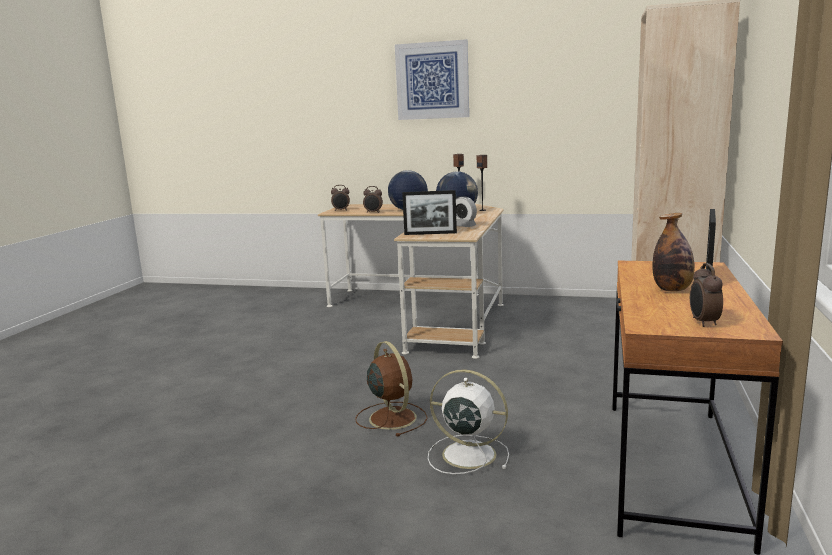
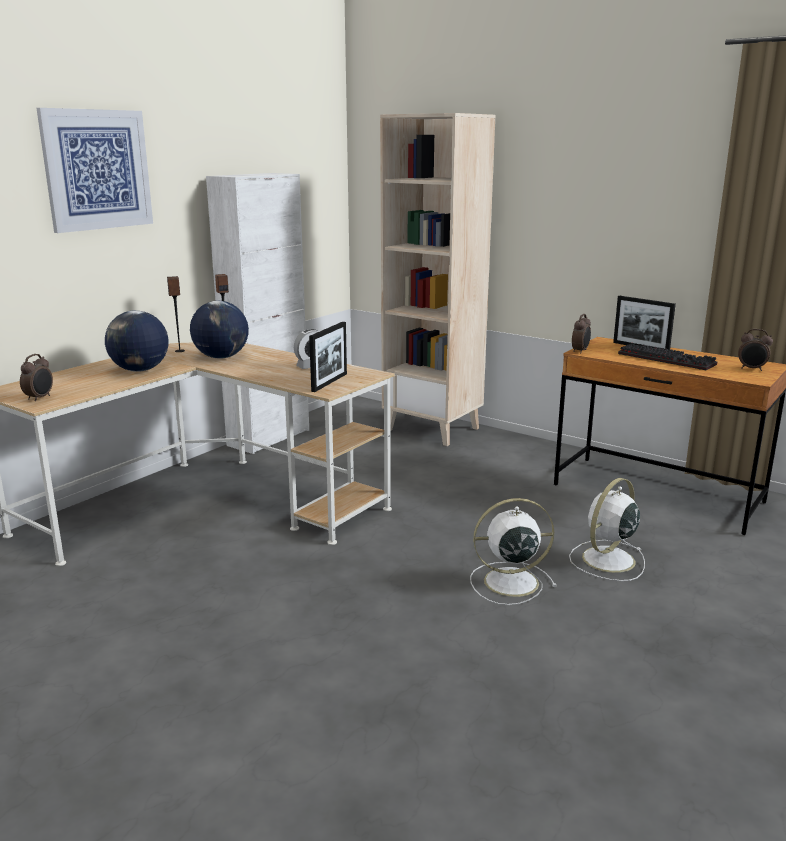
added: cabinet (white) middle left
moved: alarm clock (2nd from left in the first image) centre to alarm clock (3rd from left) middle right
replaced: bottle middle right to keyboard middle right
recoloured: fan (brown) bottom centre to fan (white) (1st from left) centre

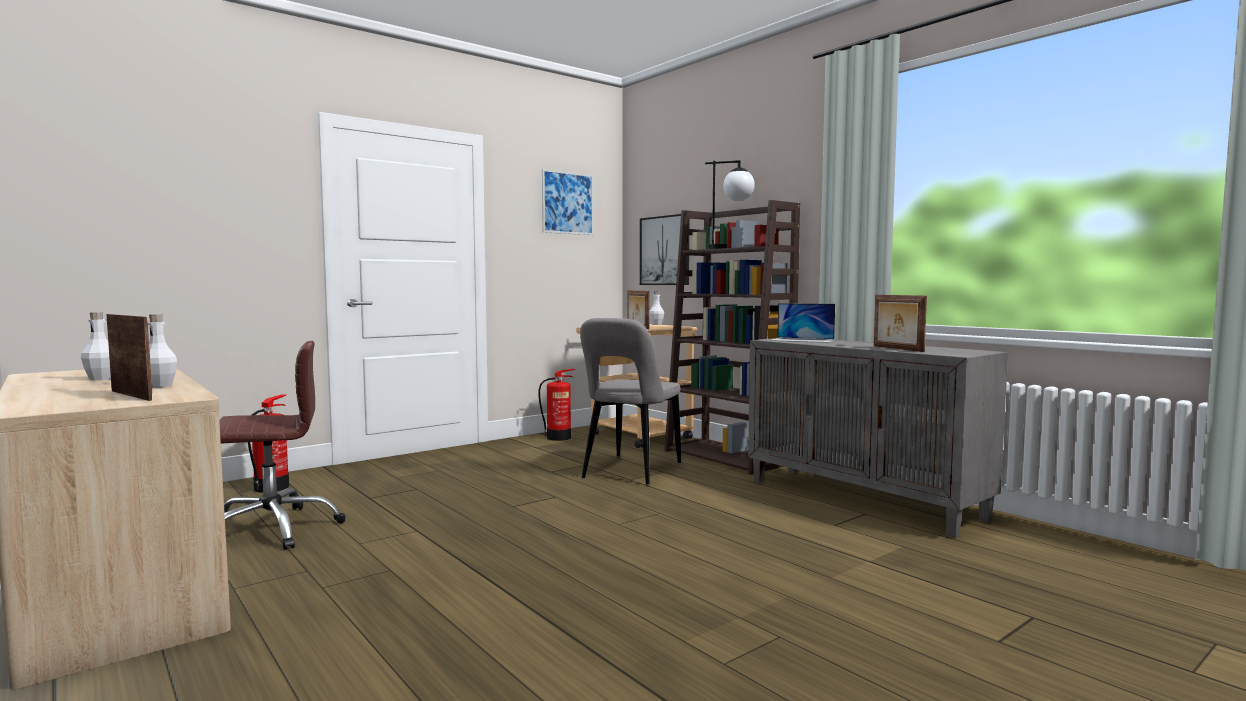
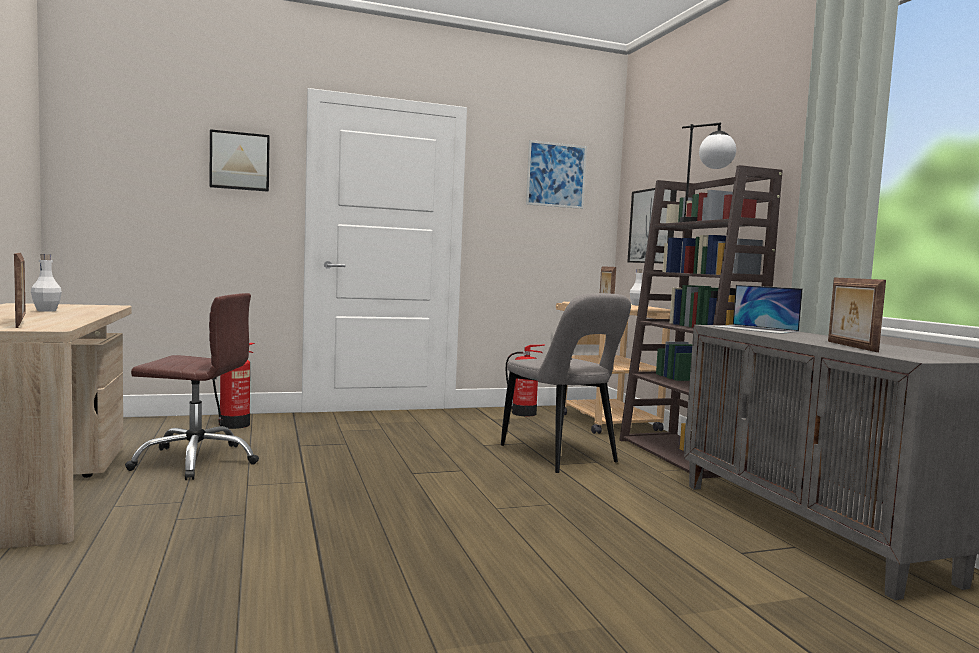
removed: bottle (white) (2nd from left) middle left
added: picture (1st from left) top left
turned: chair (grey) centre = centre 75 degrees counterclockwise

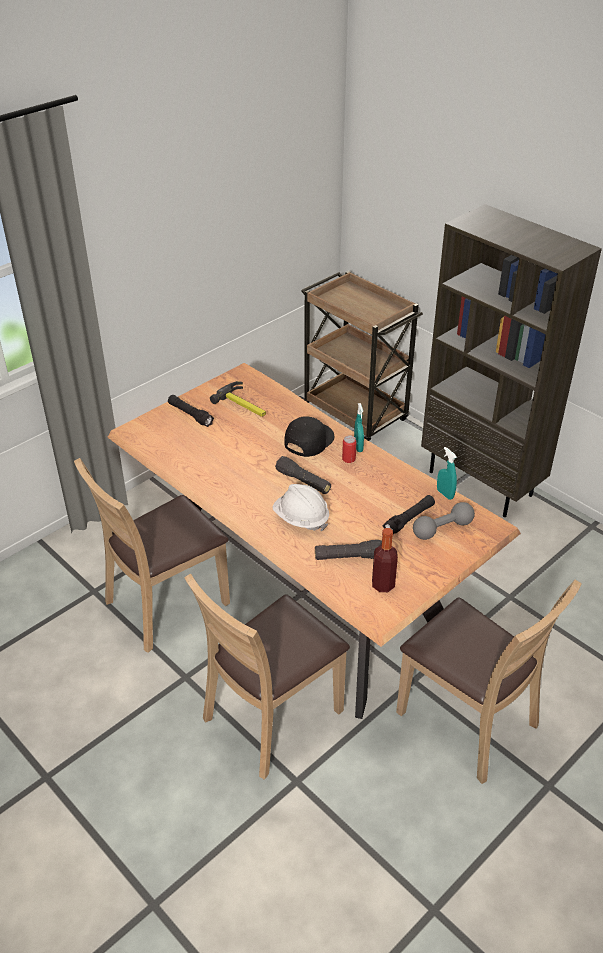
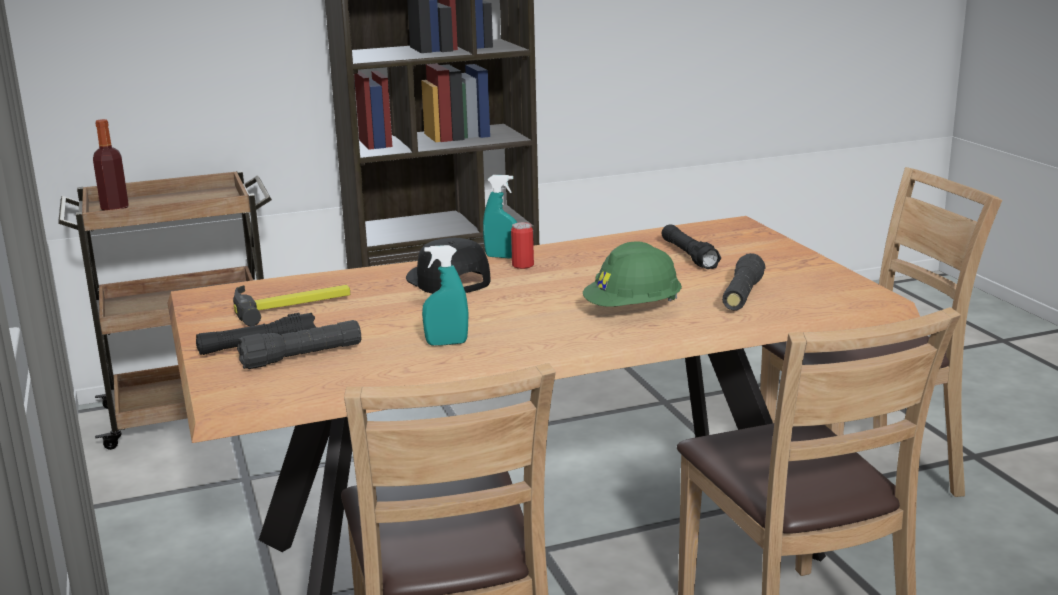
removed: dumbbell (grey) middle right
moved: flashlight (black) (2nd from left) centre to middle left; bottle centre to top left; spray bottle (turquoise) (2nd from left in the first image) middle right to spray bottle (turquoise) (1st from left) centre
recoloured: hard hat (white) centre to hard hat (green) centre

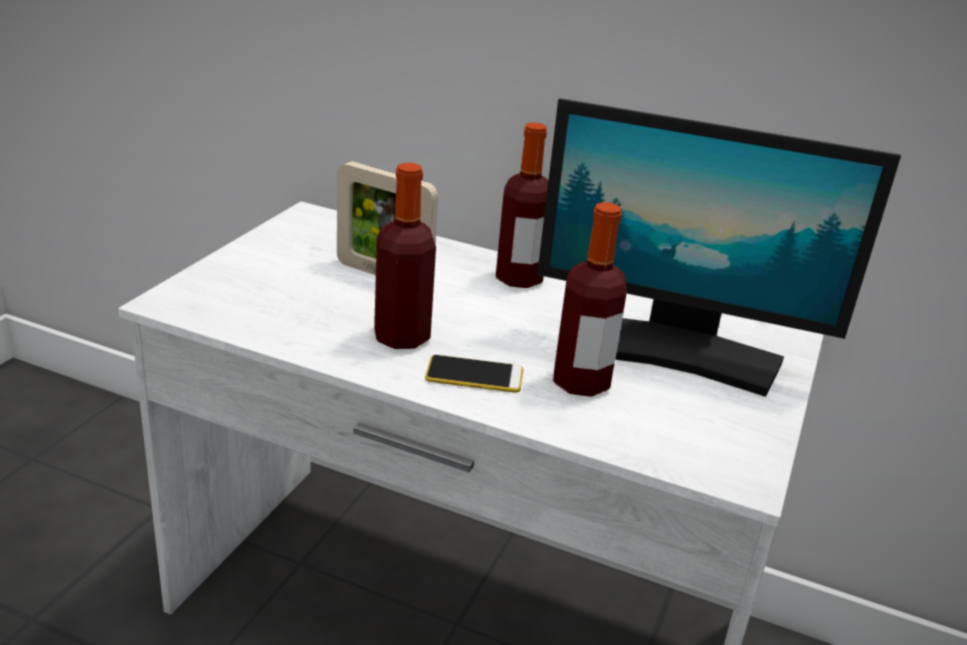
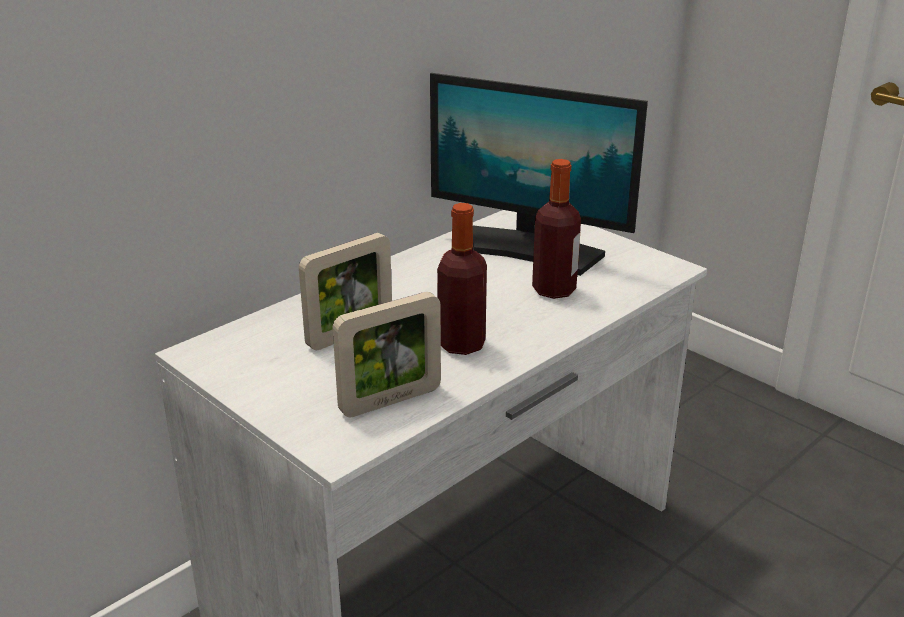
removed: phone centre; bottle (2nd from left) top centre
added: picture frame (2nd from left) centre
turned: monitor middle right = top centre 75 degrees clockwise

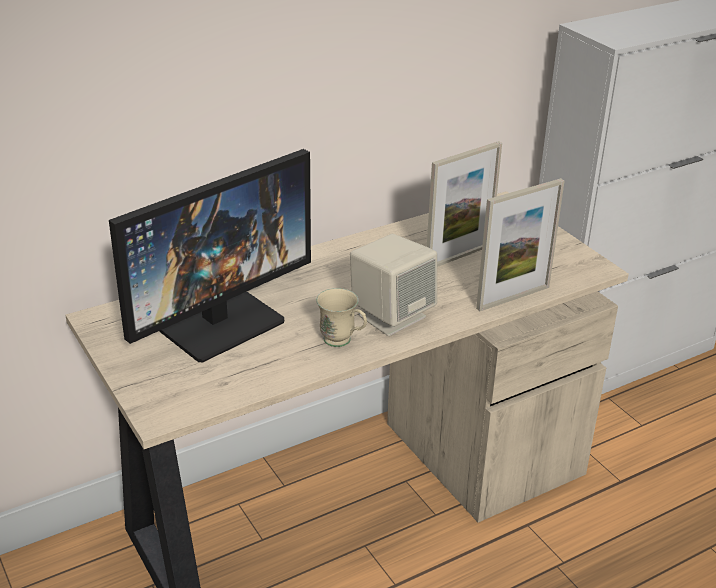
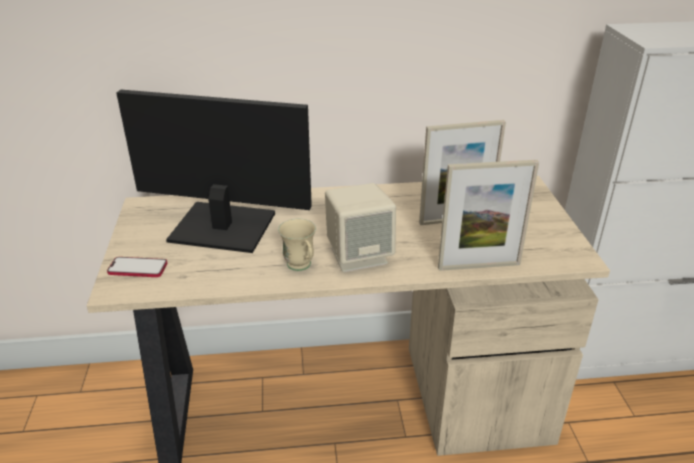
added: phone middle left
turned: monitor middle left = middle left 150 degrees counterclockwise

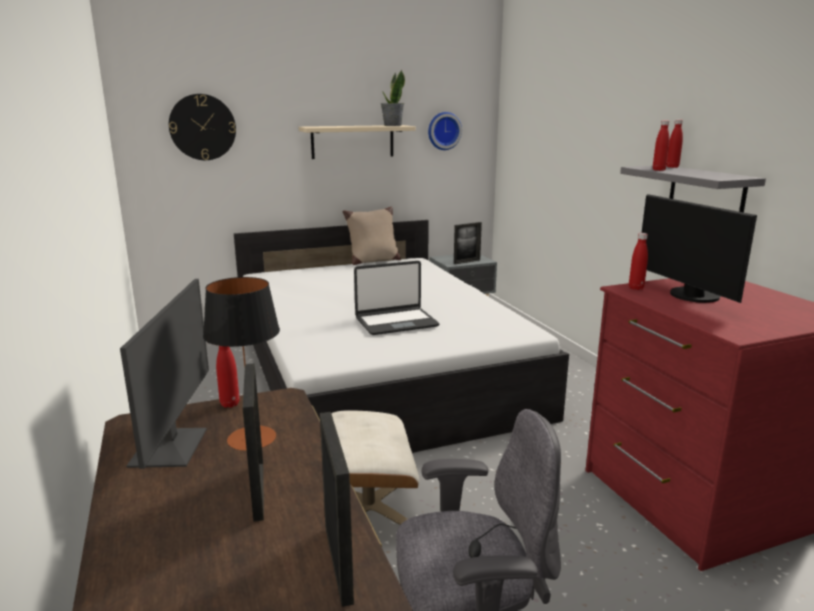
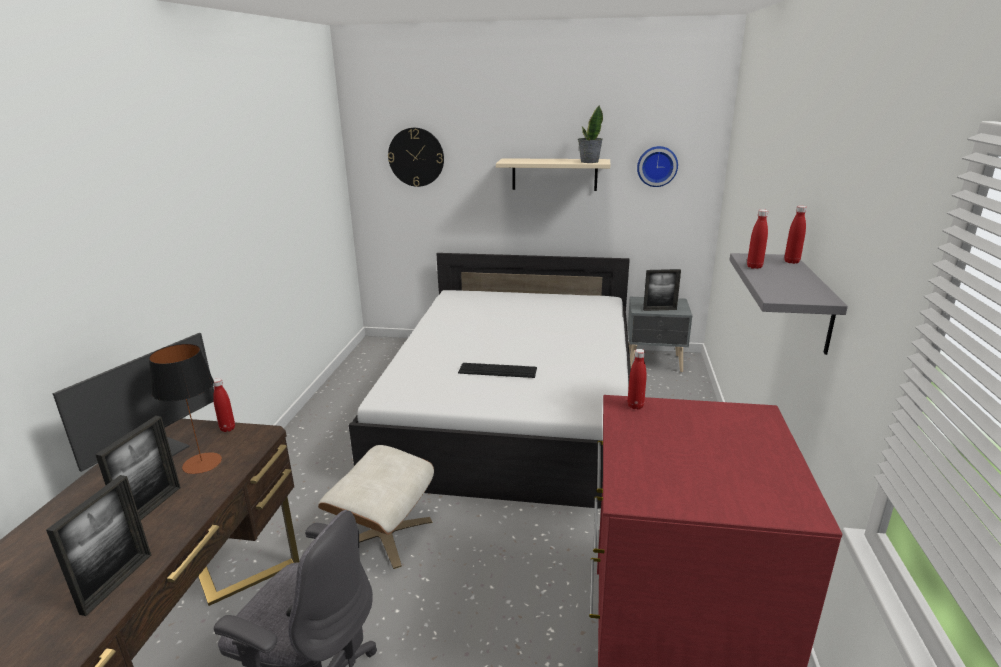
removed: pillow (beige) centre; monitor (2nd from left) middle right
replaced: laptop centre to keyboard centre

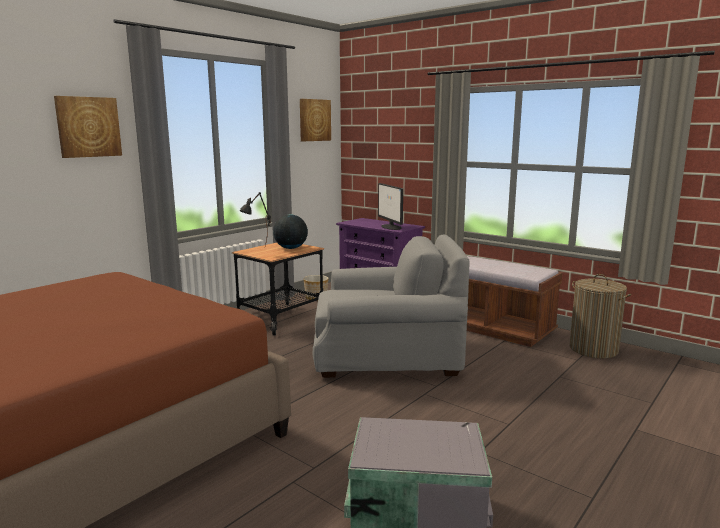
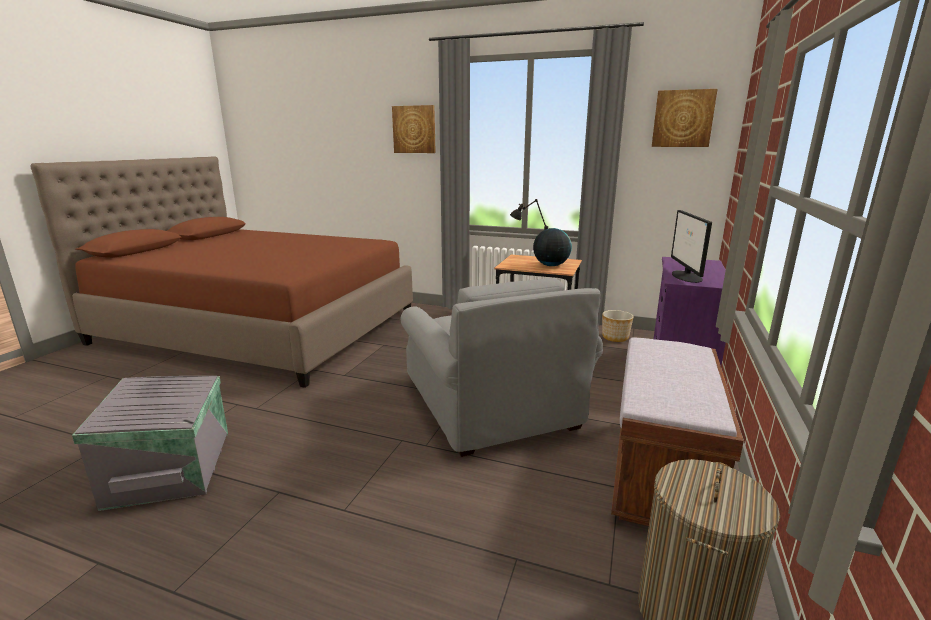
turned: monitor centre = middle right 45 degrees counterclockwise

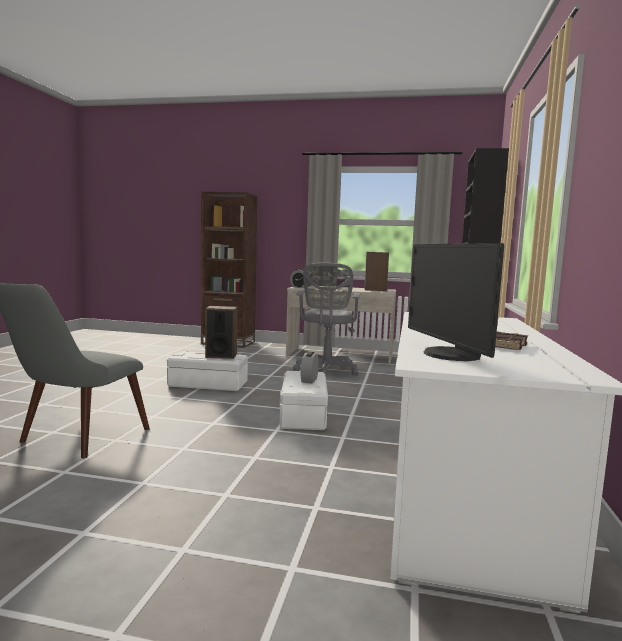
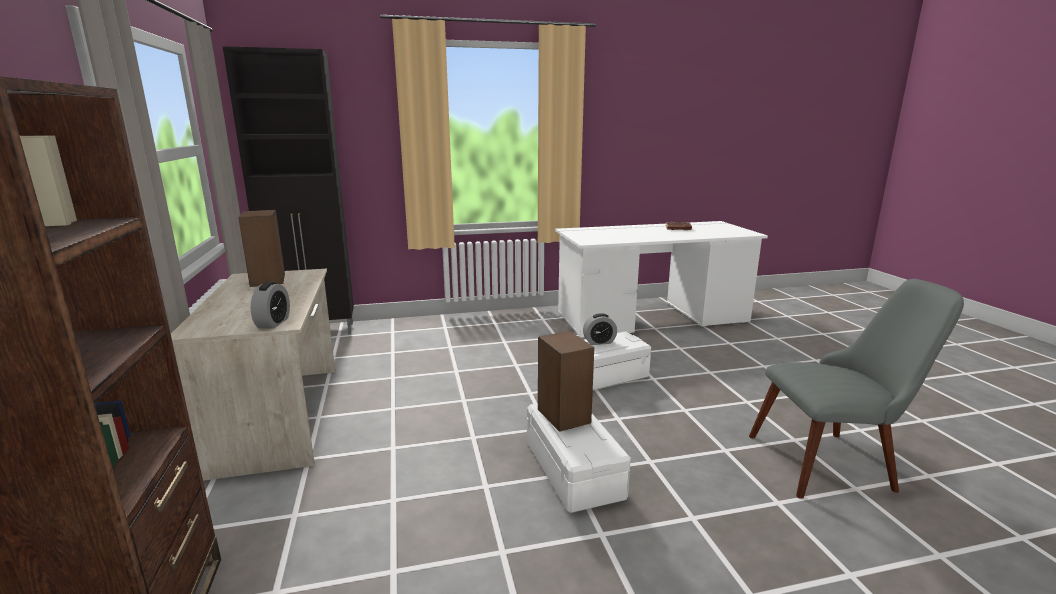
removed: office chair (grey) centre; monitor middle right

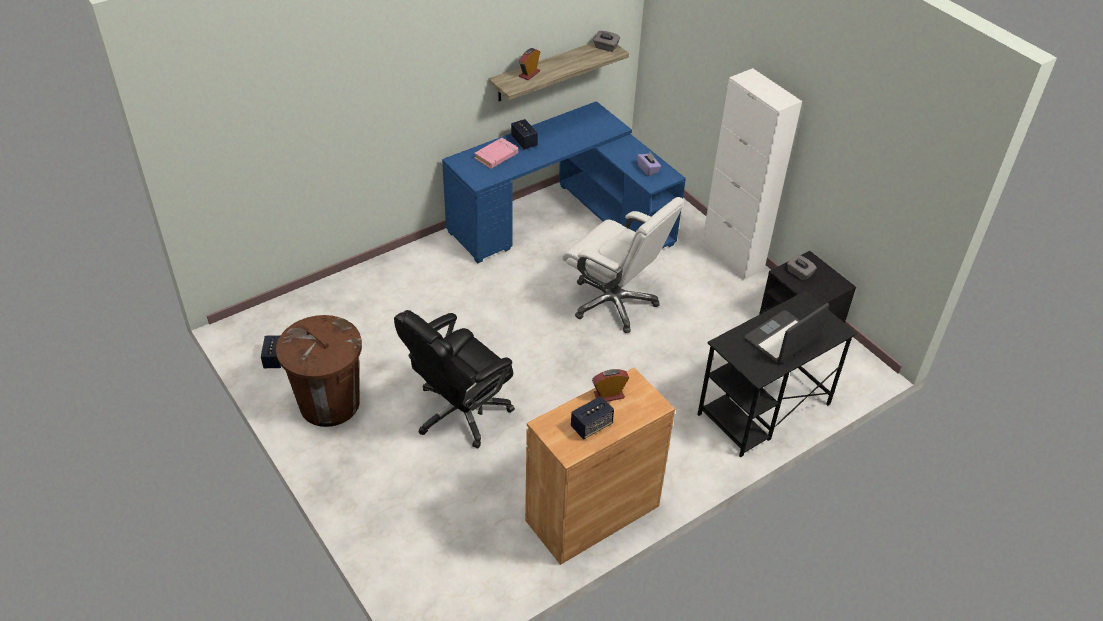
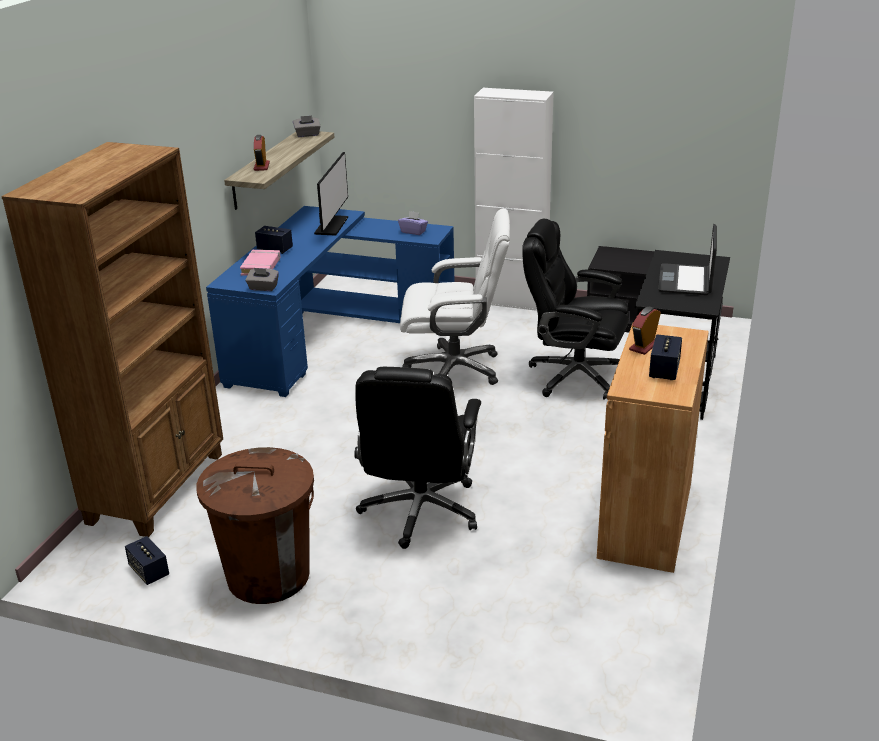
added: bookcase (brown) middle left; monitor top centre; office chair (black) (2nd from left) centre
moved: tissue box (grey) (2nd from left in the first image) middle right to tissue box (grey) (1st from left) middle left

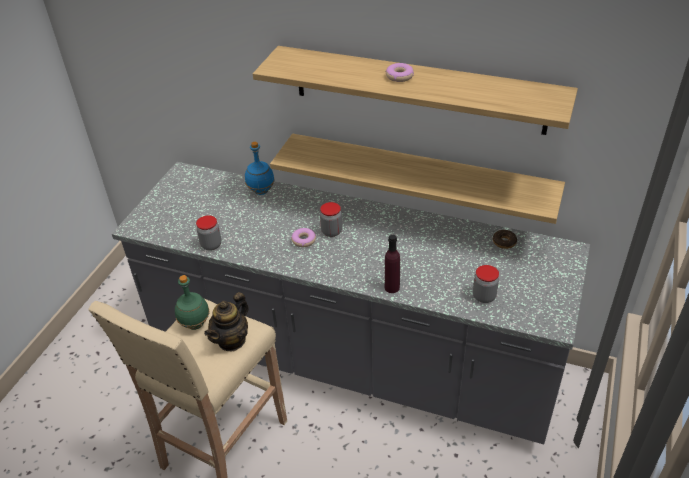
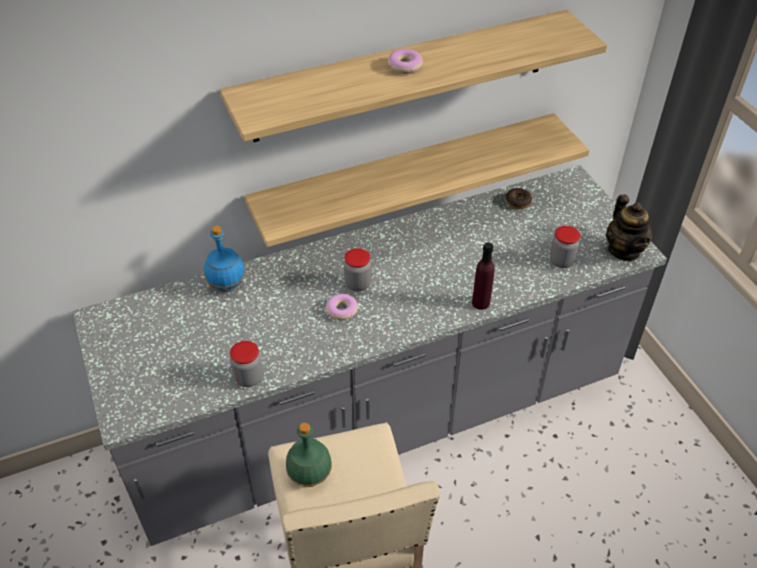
moved: teapot bottom left to middle right

